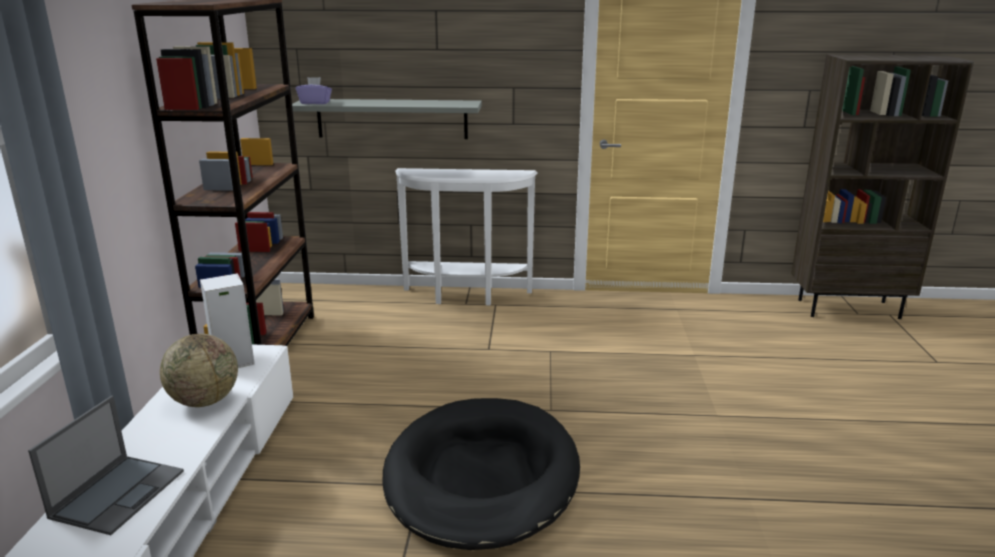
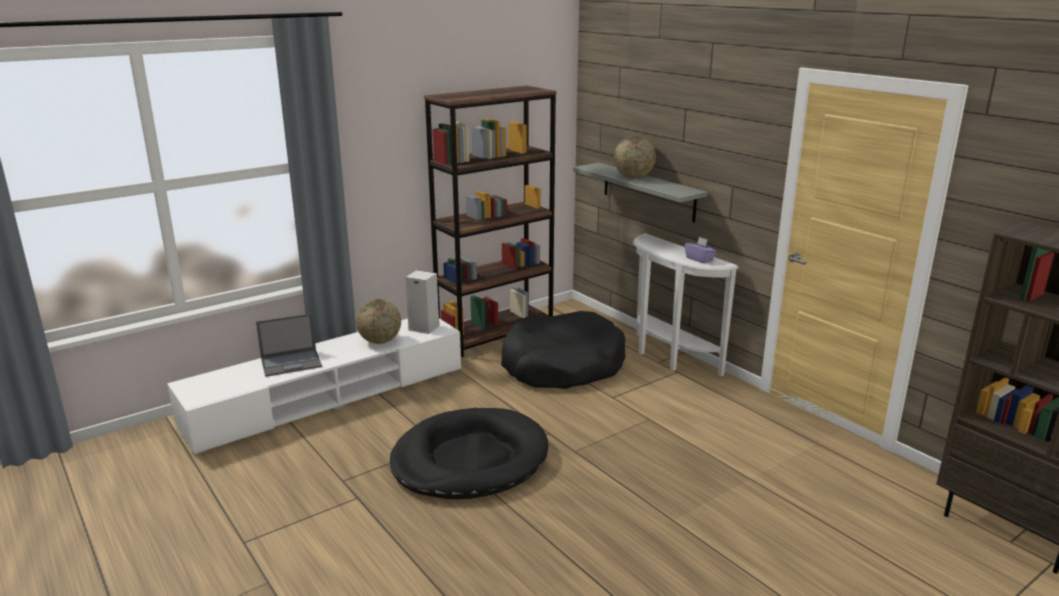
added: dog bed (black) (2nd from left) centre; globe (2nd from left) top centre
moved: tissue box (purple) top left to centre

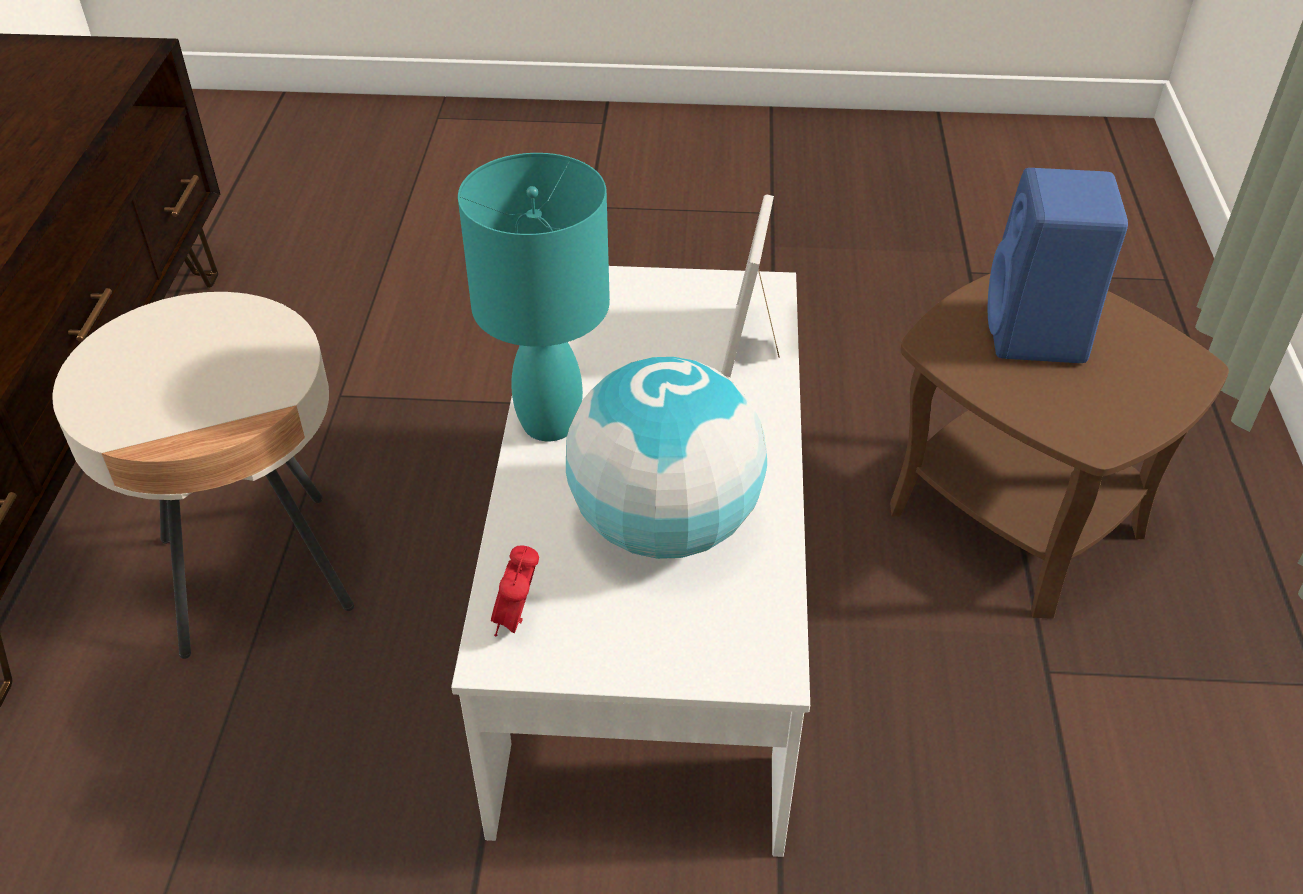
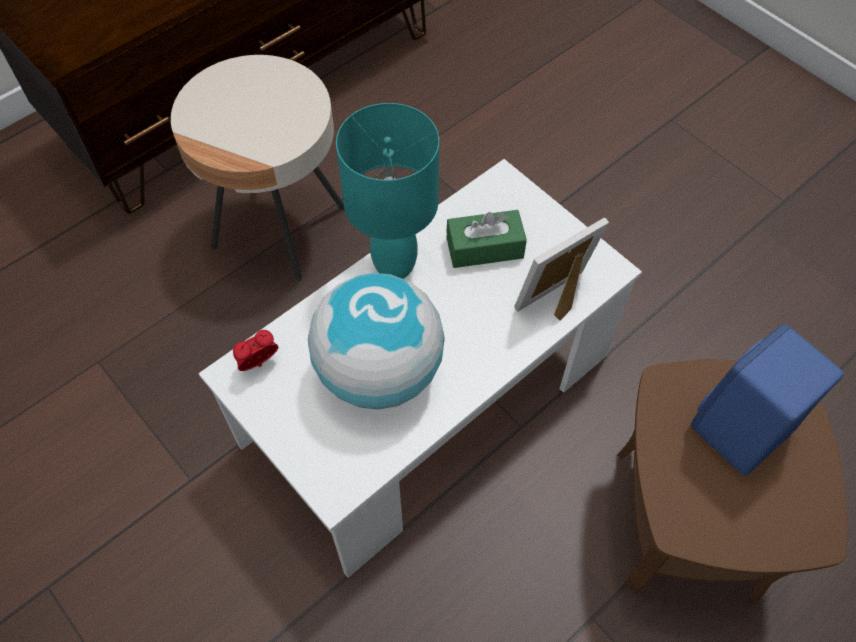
added: tissue box (green) centre

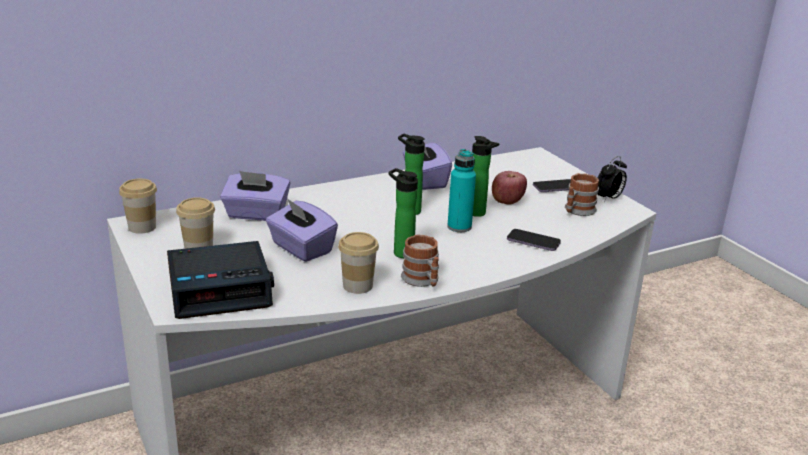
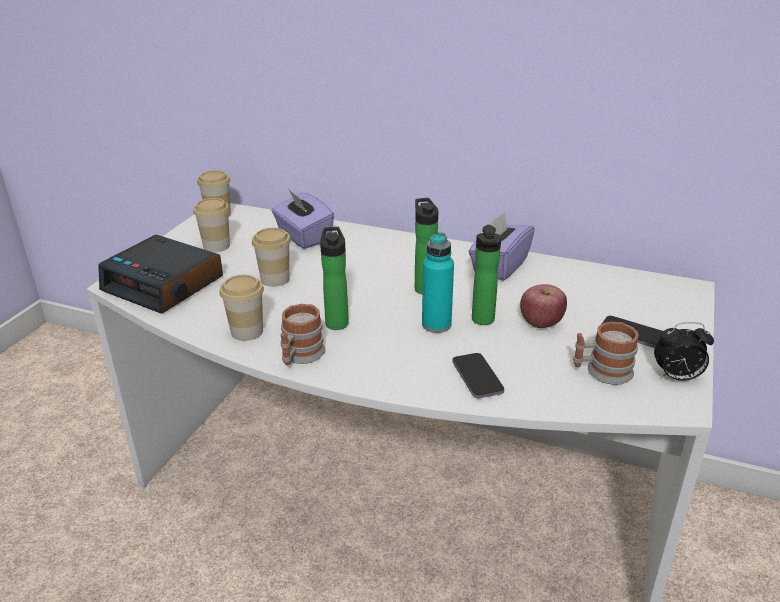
replaced: tissue box (purple) (2nd from left) centre to cup (4th from left) centre

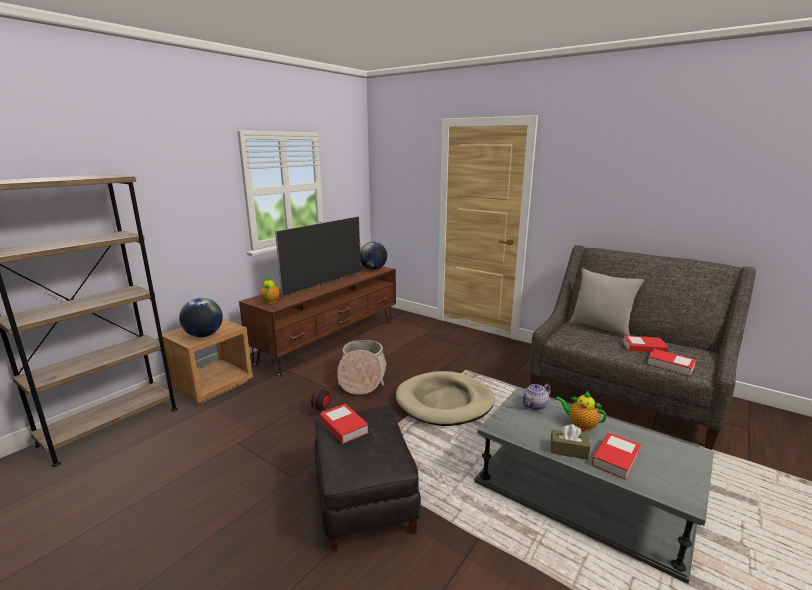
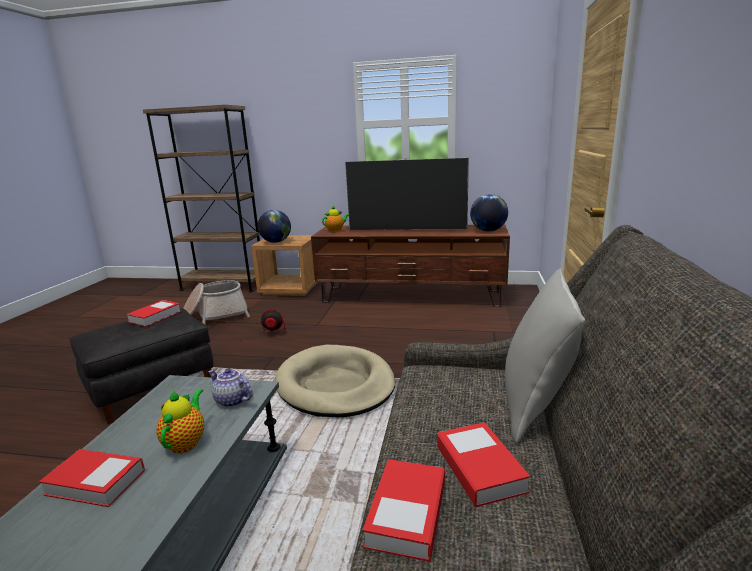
removed: tissue box (brown) bottom right
moved: basket centre to middle left

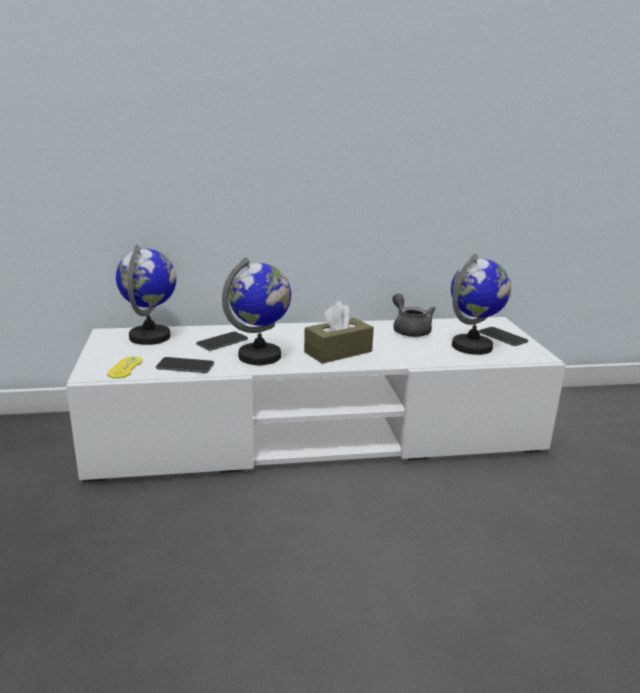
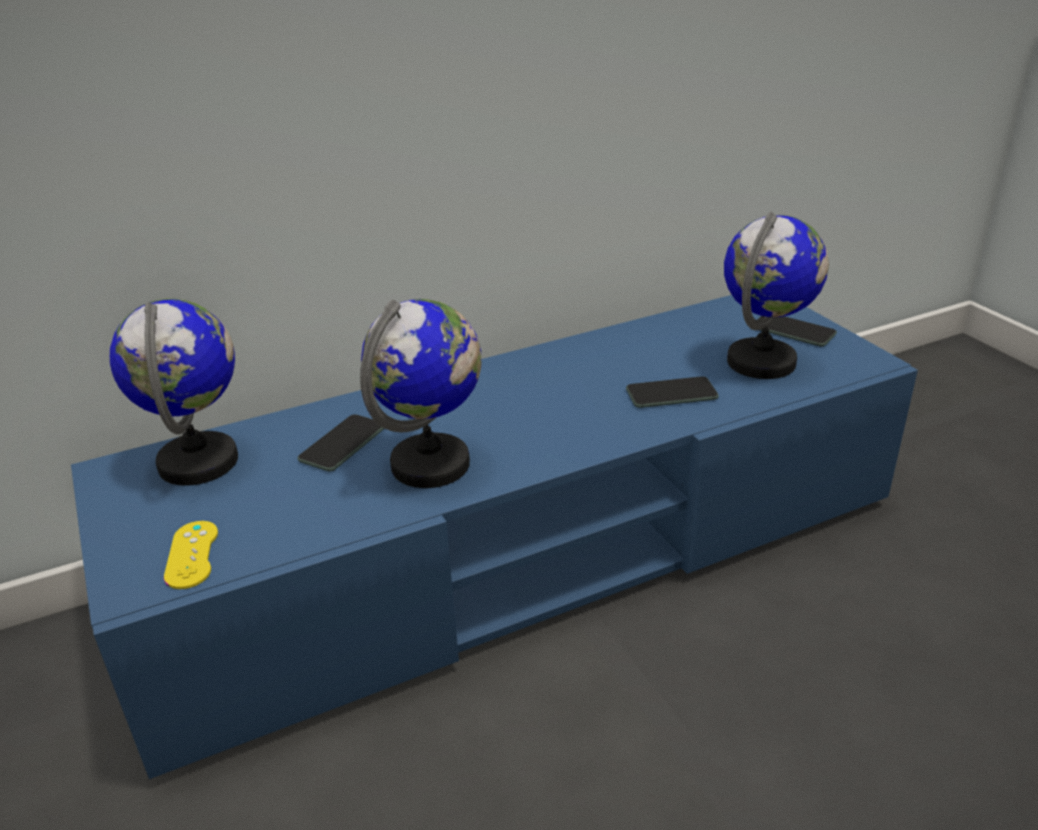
removed: tissue box (brown) centre; teapot (grey) centre
moved: phone (1st from left in the first image) middle left to phone (2nd from left) centre
recoloured: tv stand (white) centre to tv stand (blue) centre

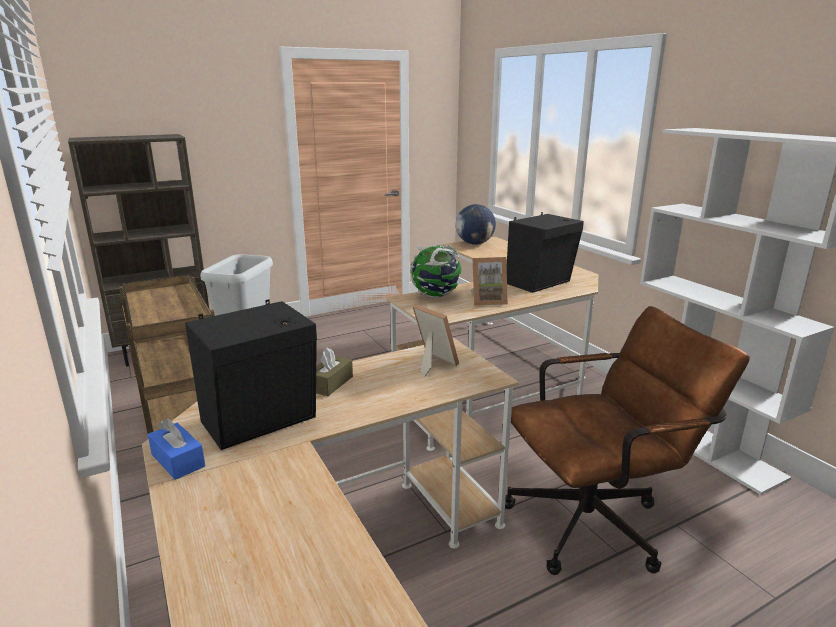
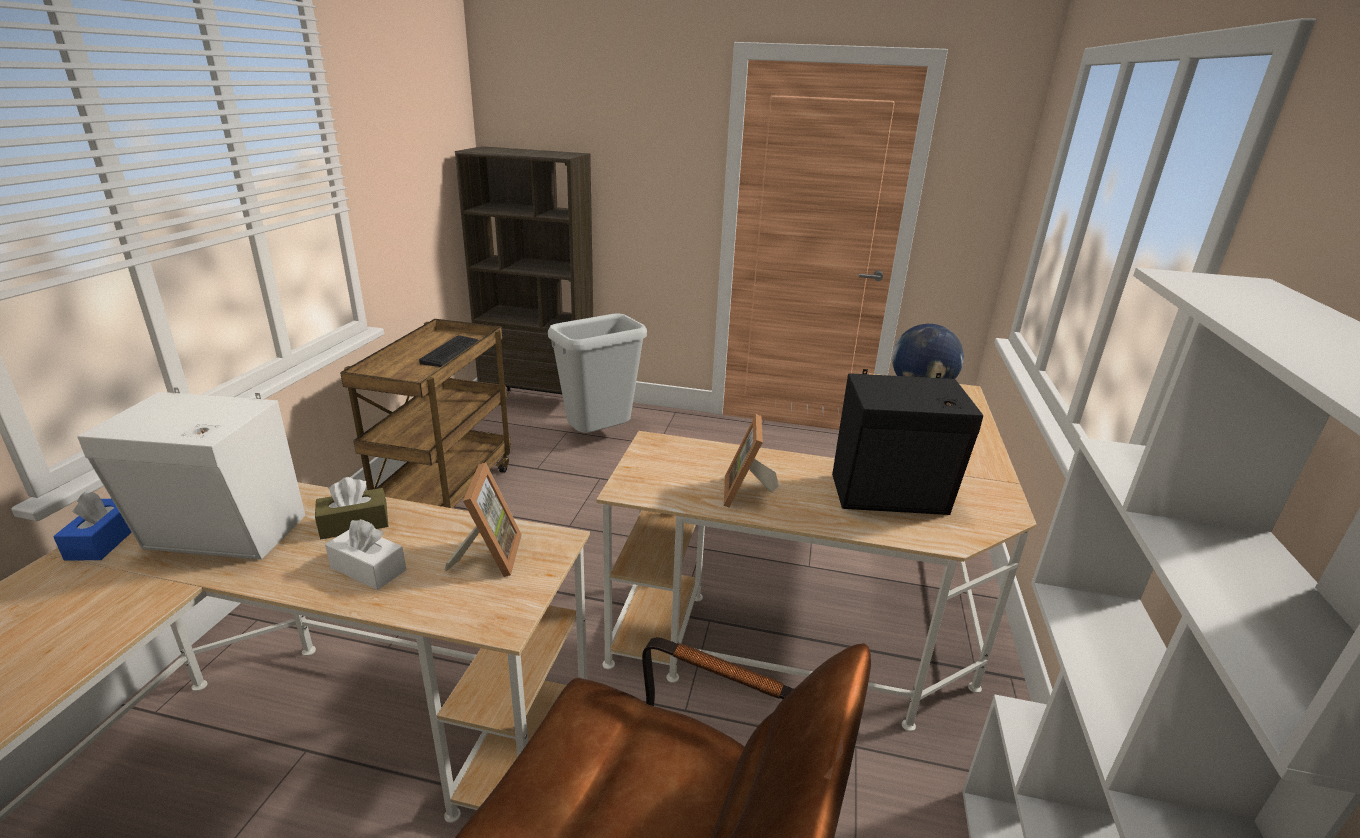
removed: globe (1st from left) centre
added: tissue box (white) middle left; keyboard middle left
recoloured: speaker (black) (1st from left) middle left to speaker (white) middle left
turned: picture frame (2nd from left) centre = centre 60 degrees clockwise

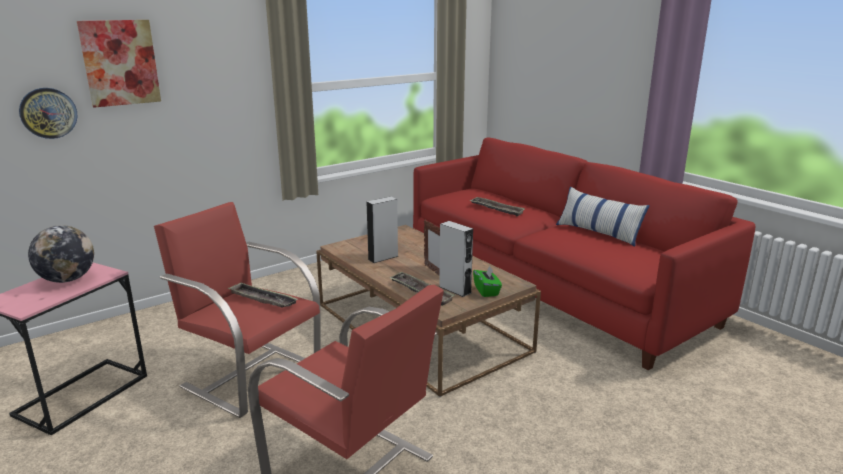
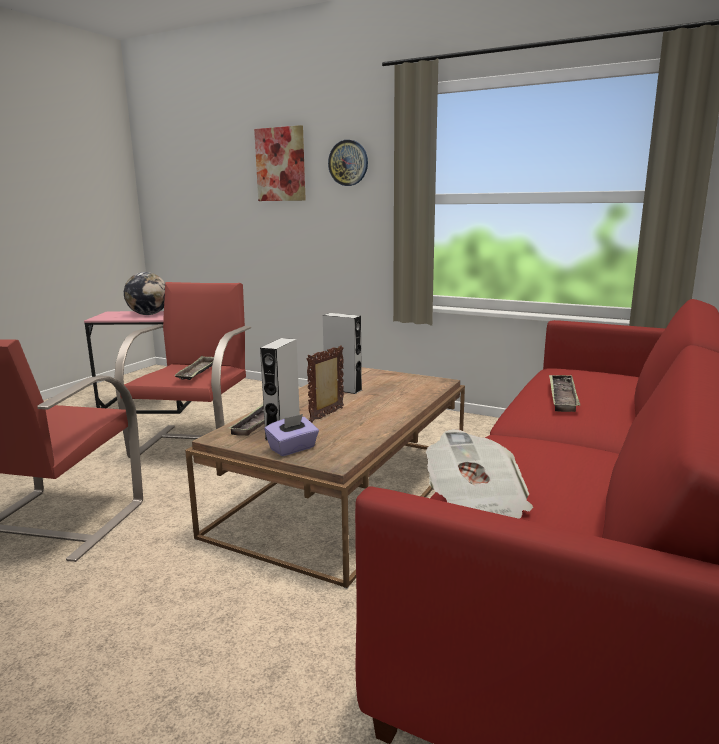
removed: pillow middle right
added: newspaper centre
moved: wall clock top left to top centre
recoloured: tissue box (green) centre to tissue box (purple) centre

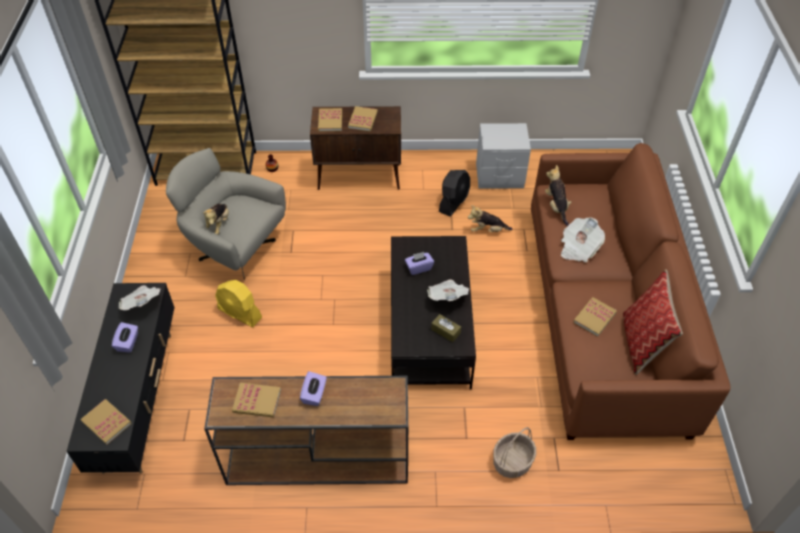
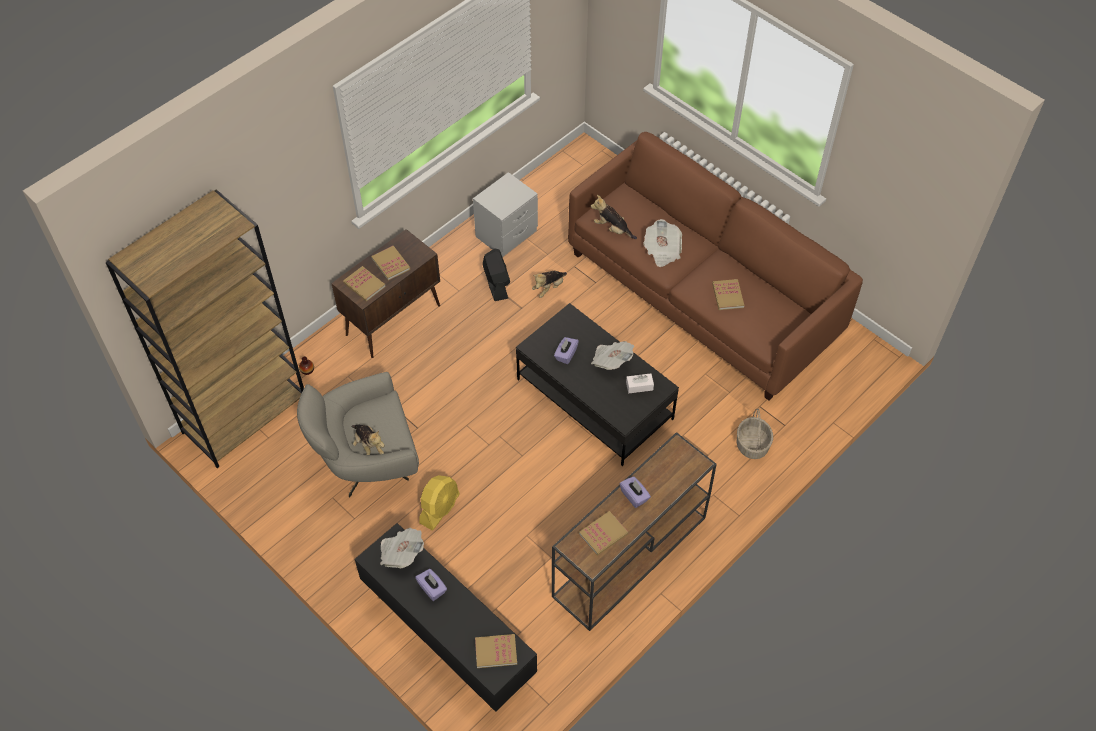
removed: pillow middle right
recoloured: tissue box (brown) centre to tissue box (white) centre
turned: fan (yellow) middle left = bottom centre 45 degrees counterclockwise

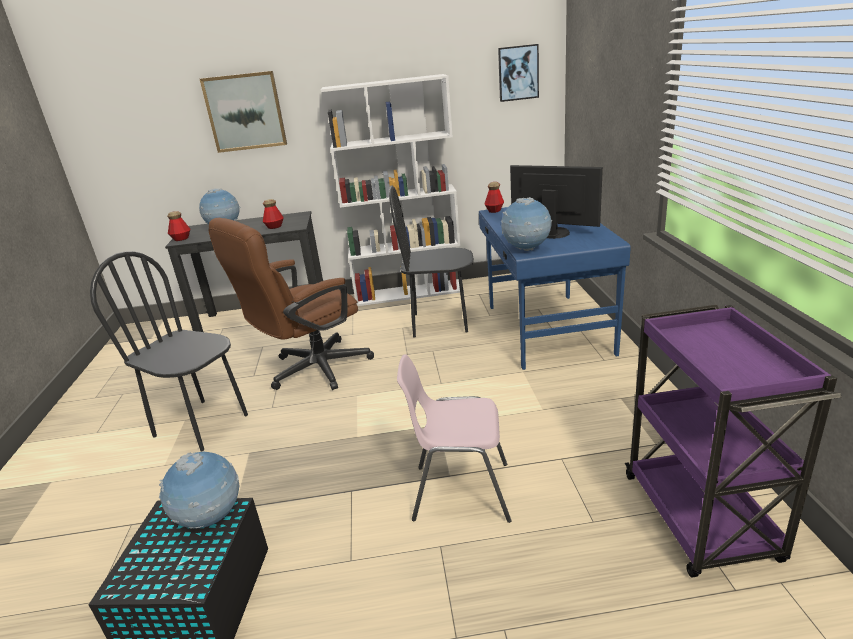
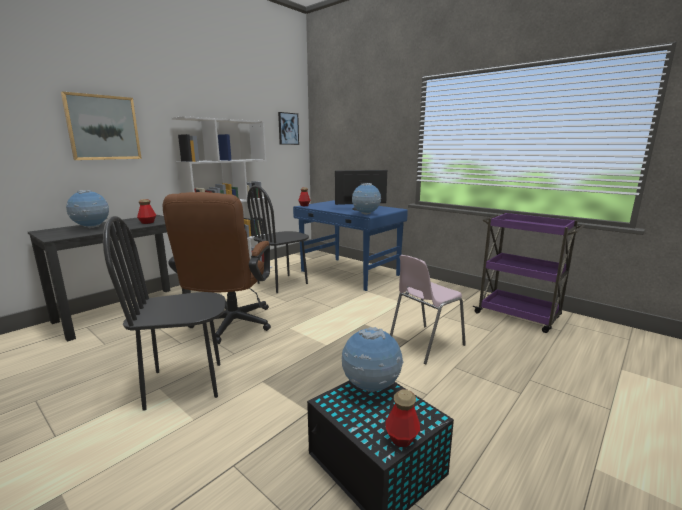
moved: bottle (1st from left in the first image) middle left to bottle (3rd from left) bottom centre

